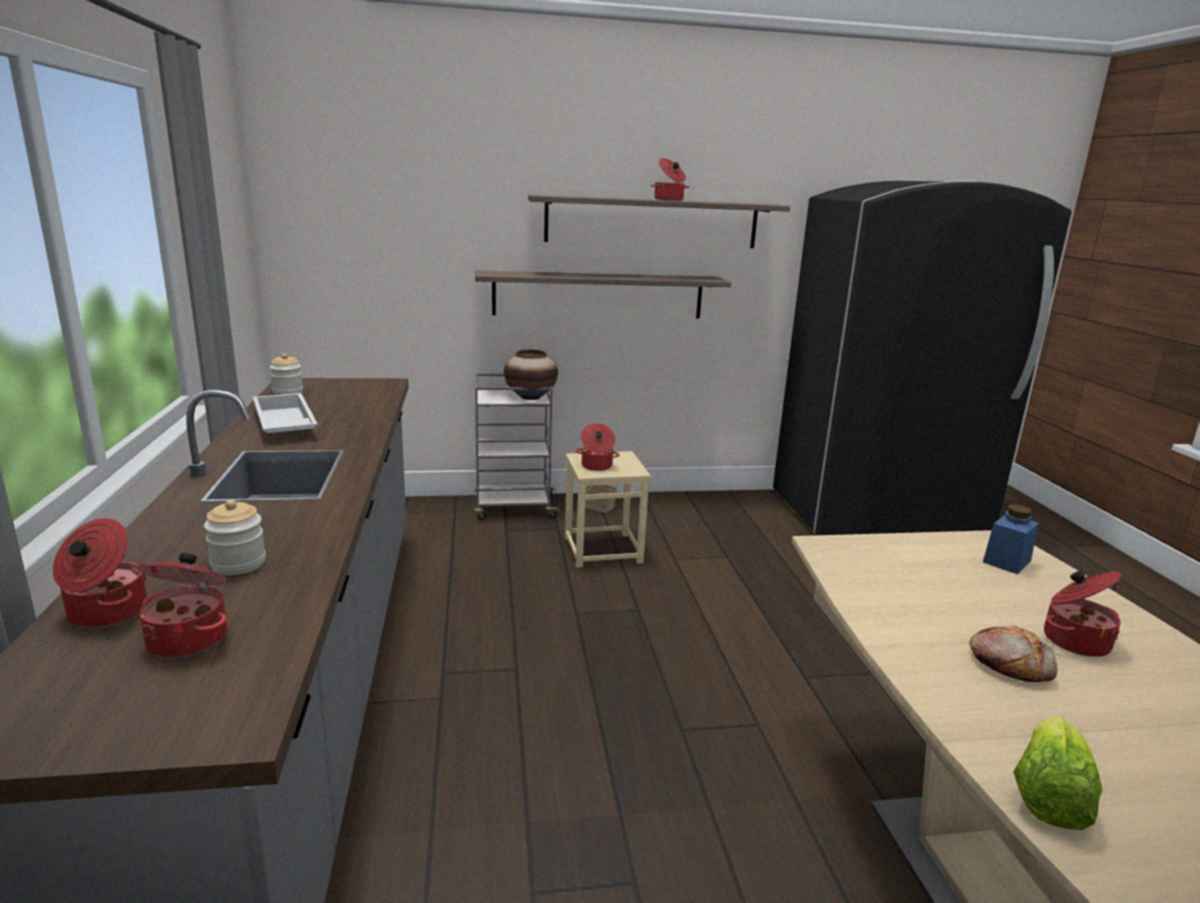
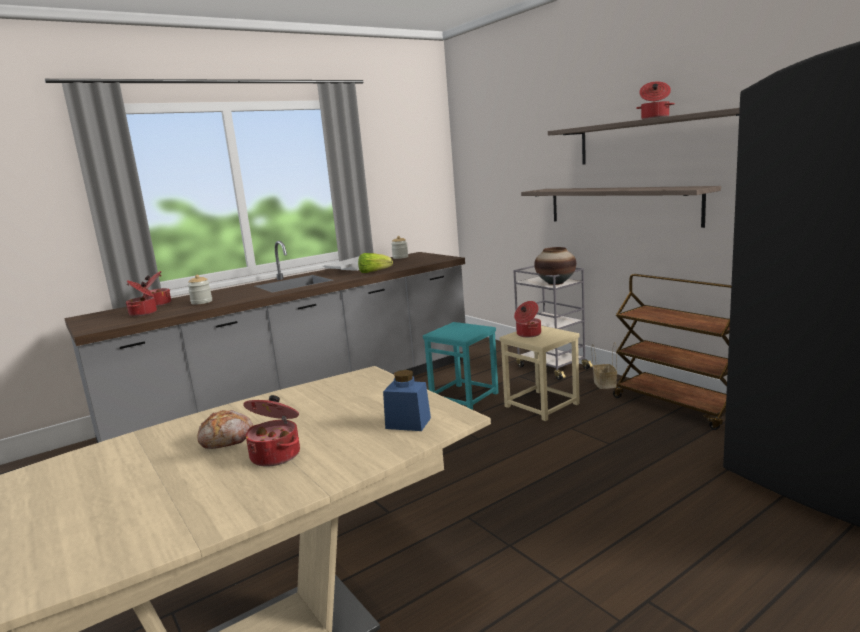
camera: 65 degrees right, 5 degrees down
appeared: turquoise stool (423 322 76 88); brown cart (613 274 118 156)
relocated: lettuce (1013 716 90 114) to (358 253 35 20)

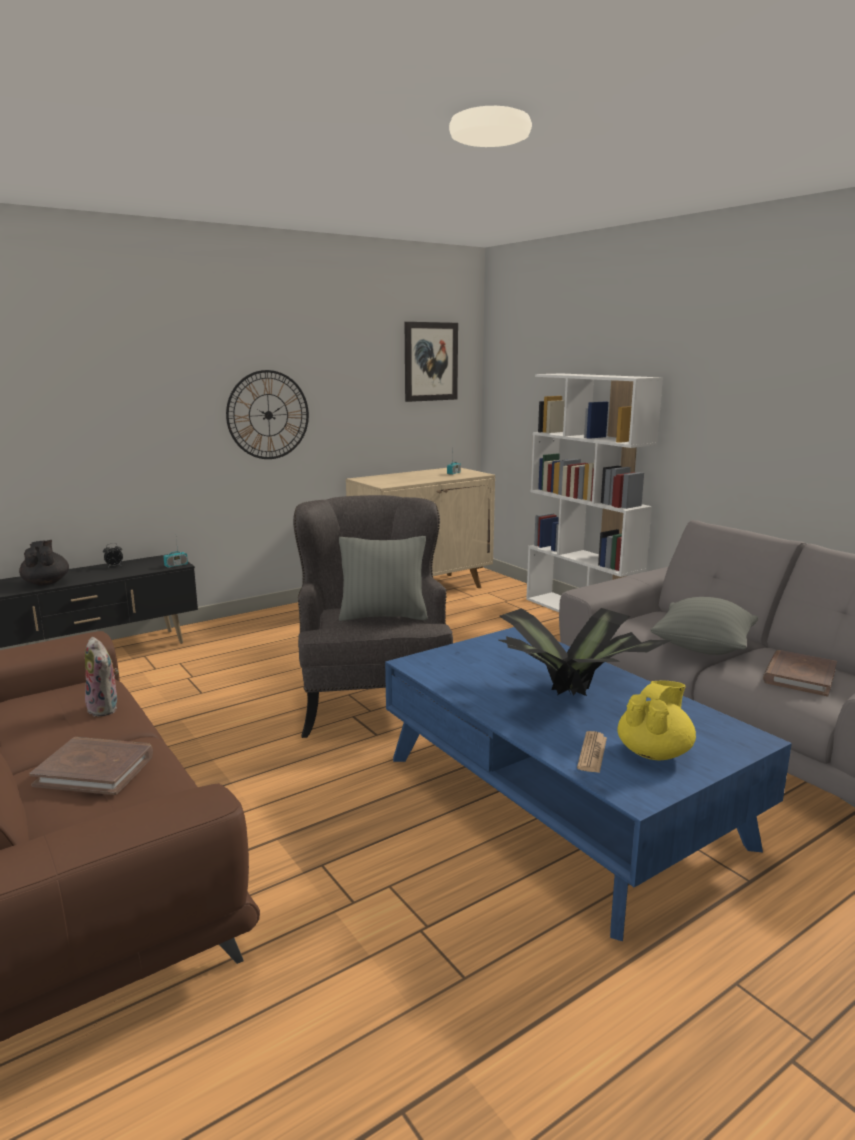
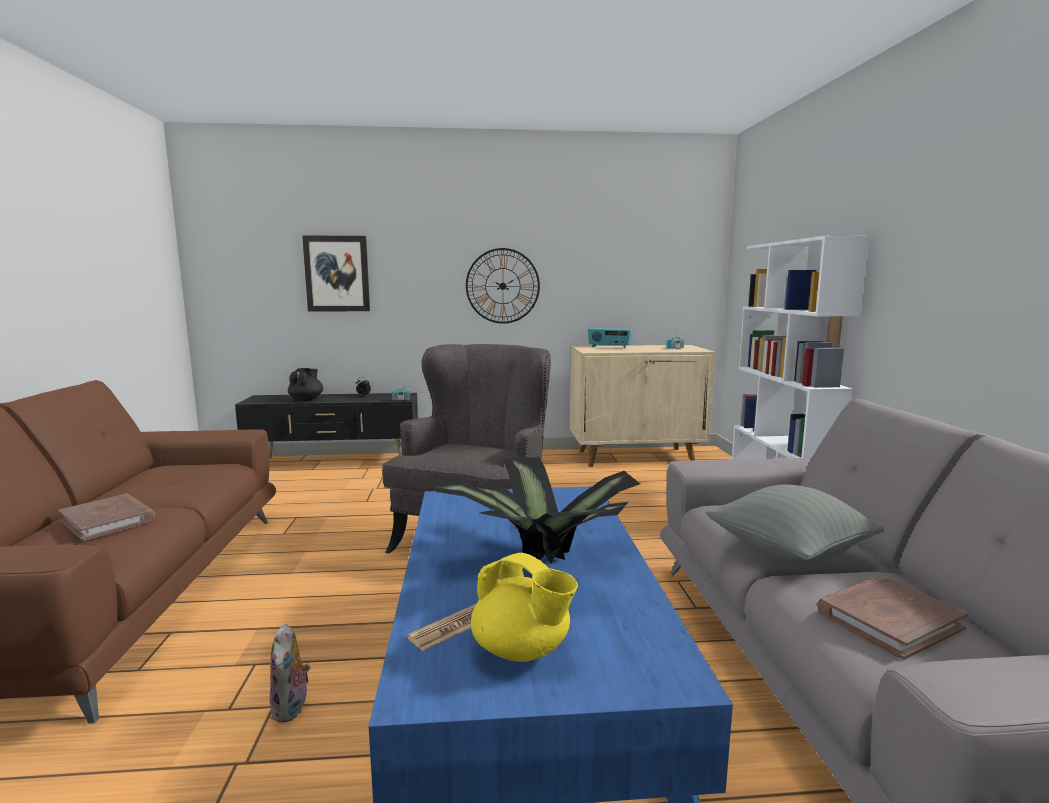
camera: 30 degrees right, 5 degrees down
missing: grey pillow (339 536 89 85)
appeared: radio (588 328 44 20)
relocated: plush toy (85 637 34 80) to (270 623 41 100); picture (405 322 53 80) to (302 235 68 77)
spun: yellow teapot (617 680 79 80) = (471 553 107 109) 60 degrees clockwise

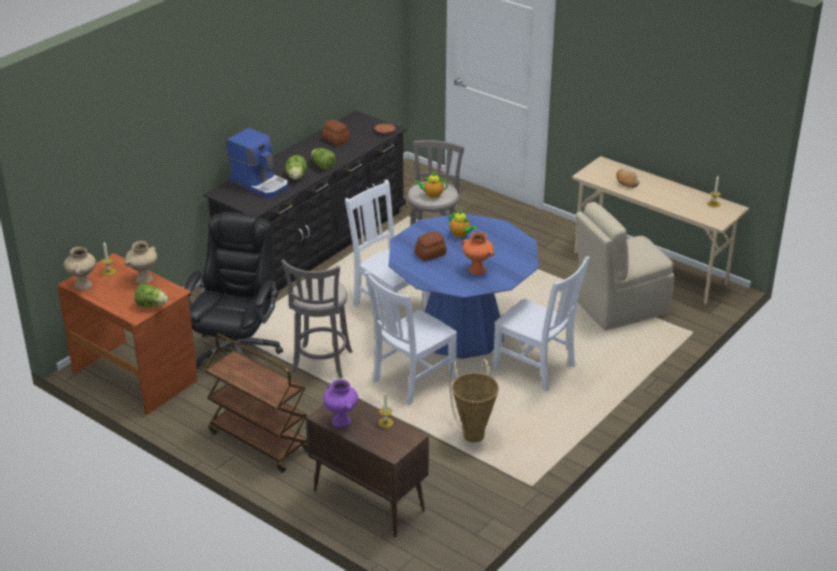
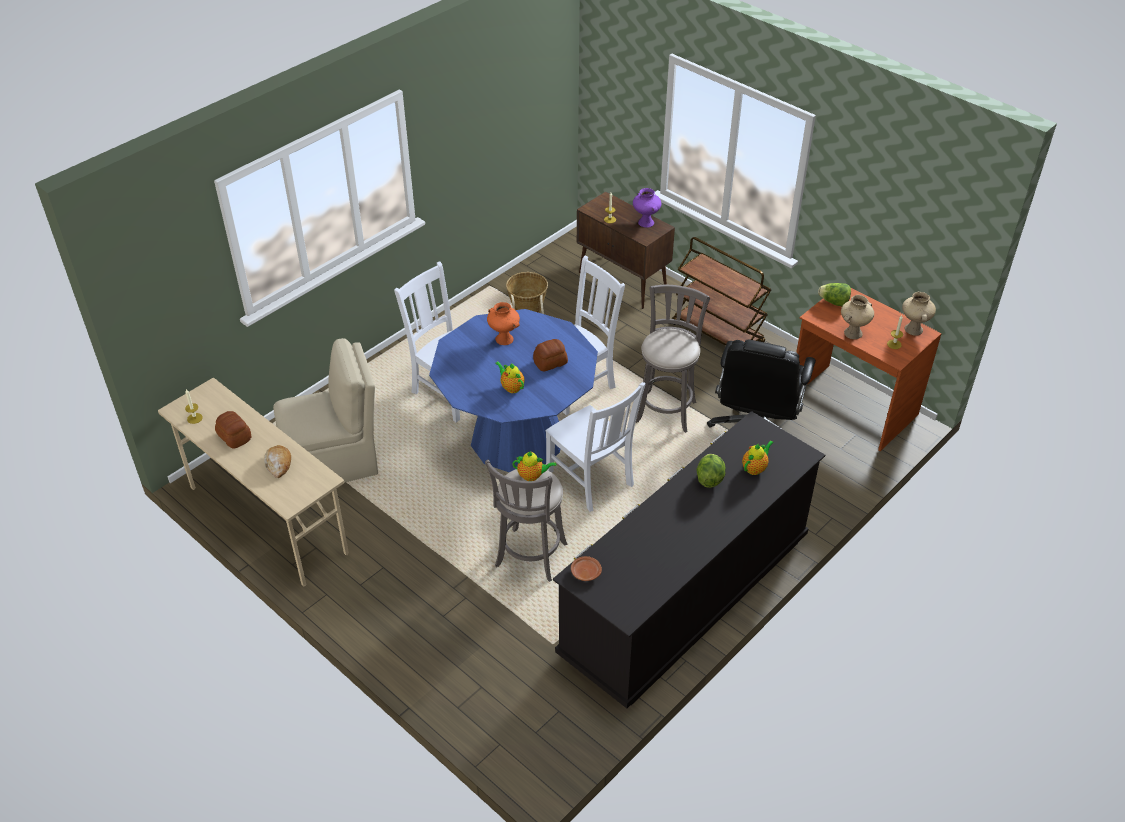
camera: 175 degrees left, 10 degrees up
missing: lettuce (311 148 25 22)
relocated: bread (322 120 28 26) to (215 411 36 38)
exchanged: coffee machine (227 128 61 70) to teapot (742 440 32 35)

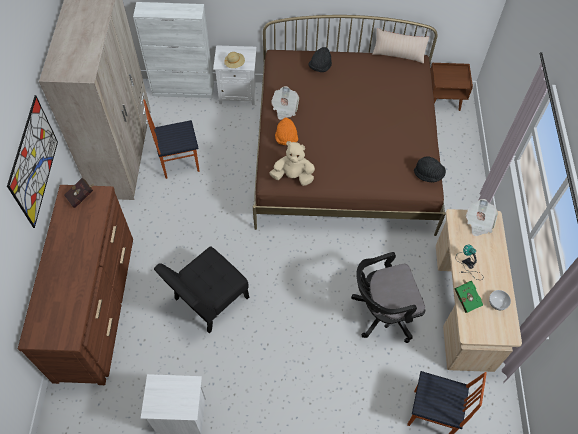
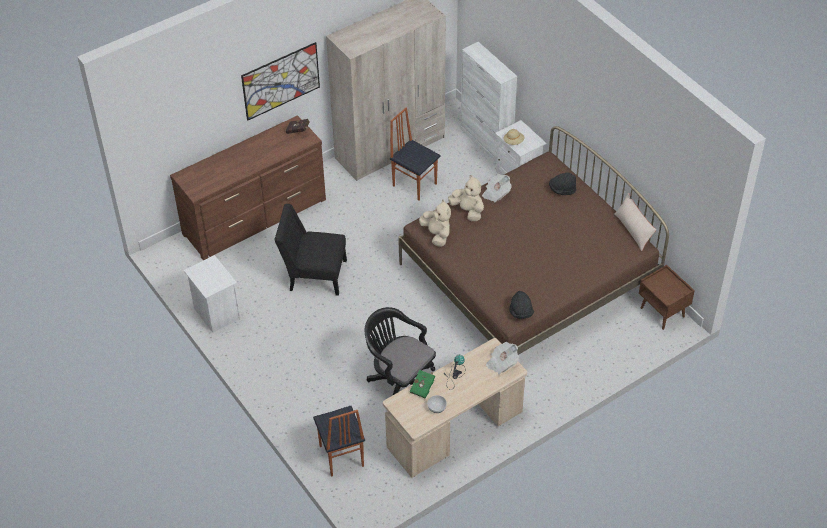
camera: 55 degrees right, 10 degrees down
exchanged: orange hat (275 117 23 28) to beige plush toy (448 175 36 46)

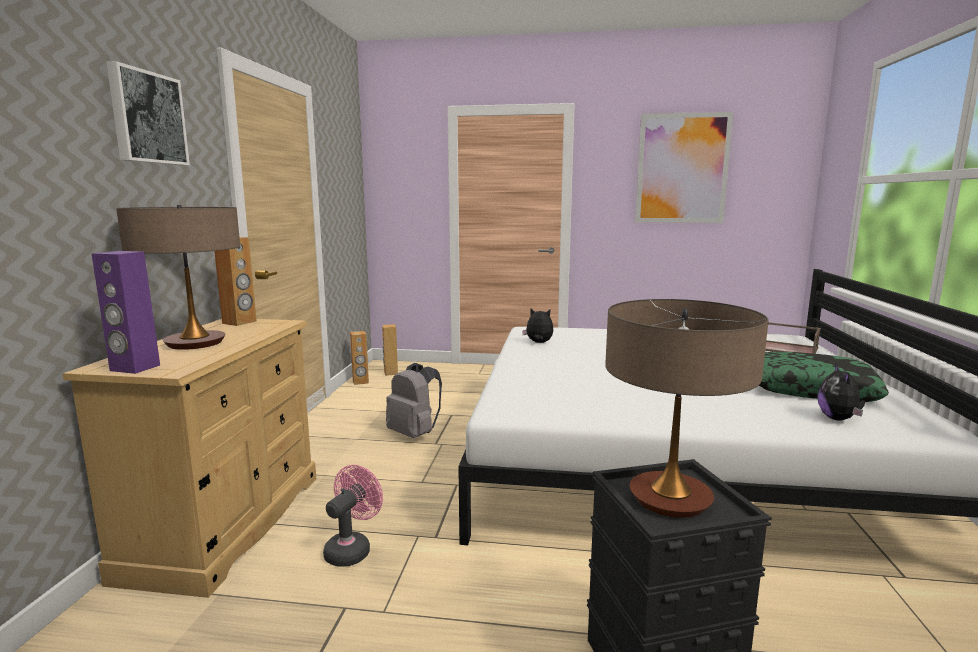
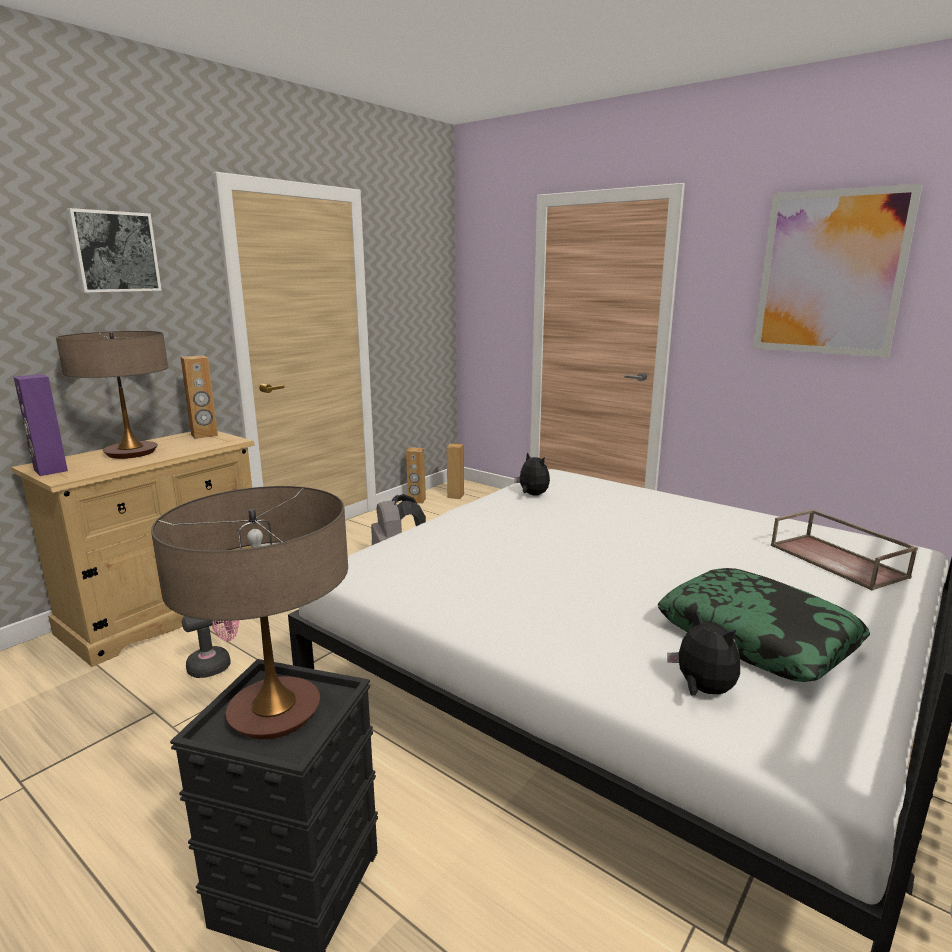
camera: 30 degrees right, 5 degrees up
spun: plush toy (818 363 47 58) = (667 610 73 86) 105 degrees clockwise

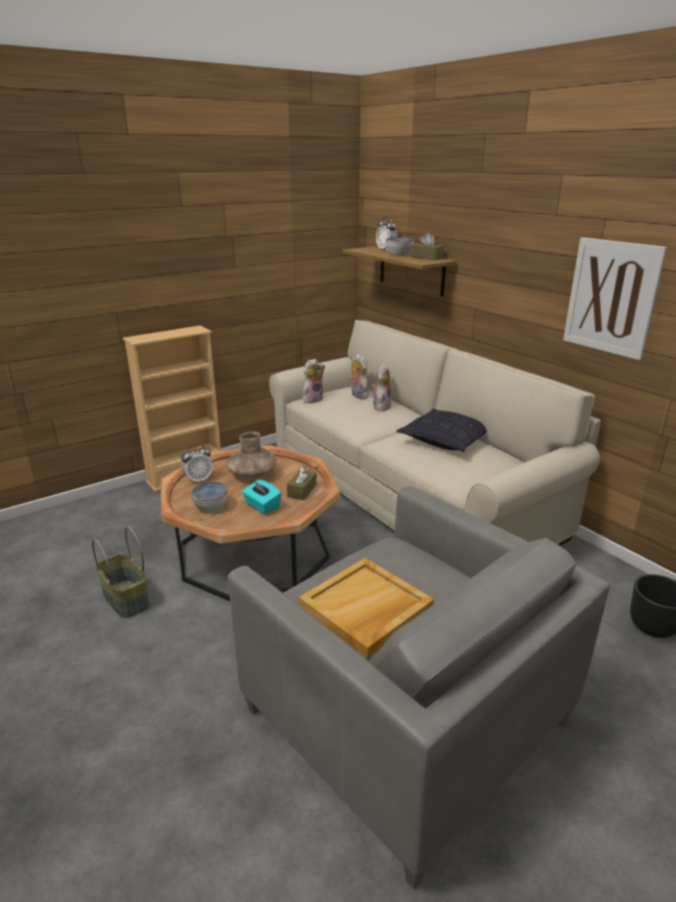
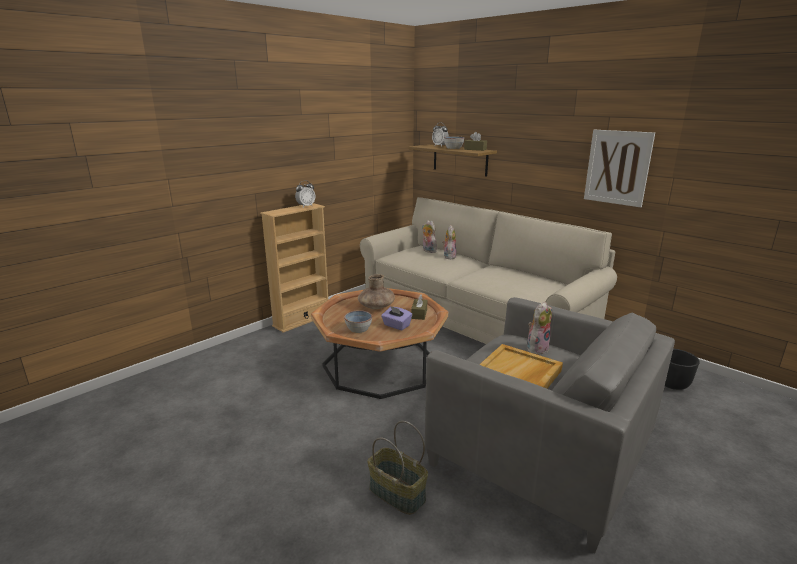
camera: 10 degrees left, 5 degrees down
missing: pillow (396 409 91 43)
relocated: basket (92 527 58 91) to (367 421 61 94); alarm clock (181 444 32 40) to (295 180 20 27); plush toy (303 359 22 44) to (527 301 25 54)
colour: turquoise tissue box (242 480 40 34) to purple tissue box (381 306 31 24)

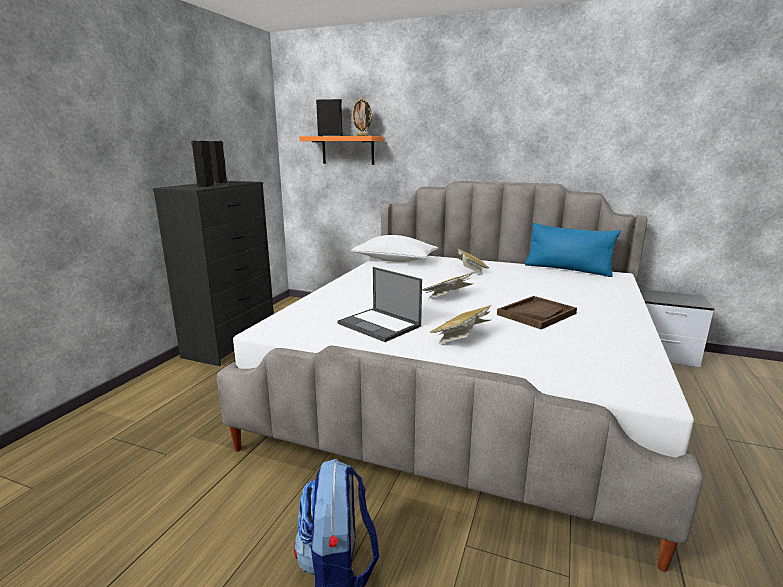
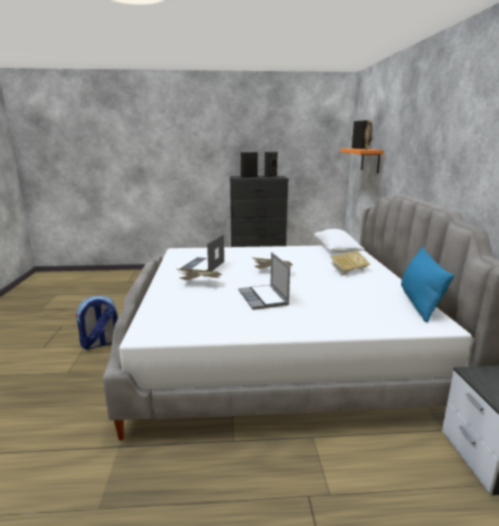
camera: 65 degrees right, 0 degrees up
exchanged: brown tray (497 296 80 33) to laptop (238 252 52 58)

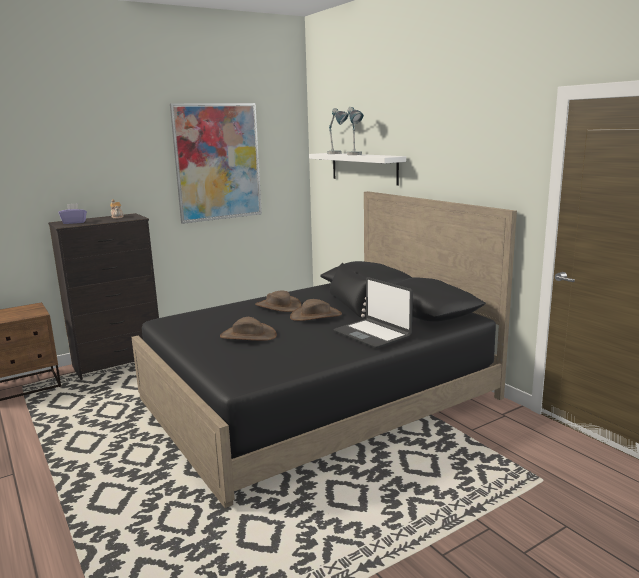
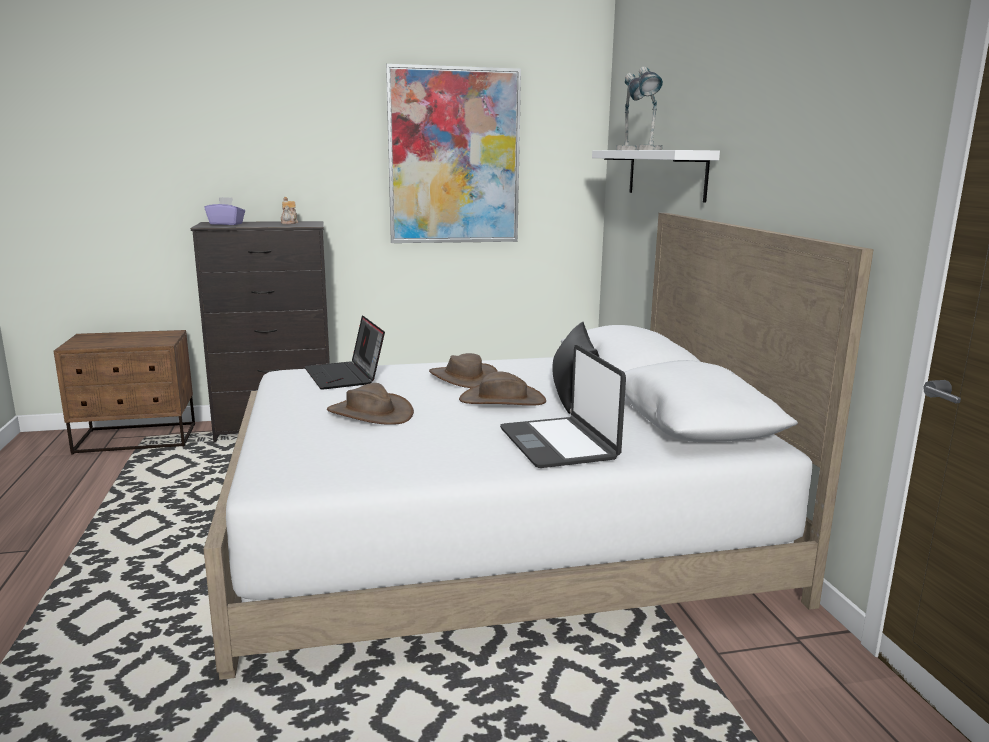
camera: 20 degrees right, 0 degrees up
appeared: laptop (304 315 81 75)
colour: black bed (131 191 386 317) to white bed (204 213 670 467)

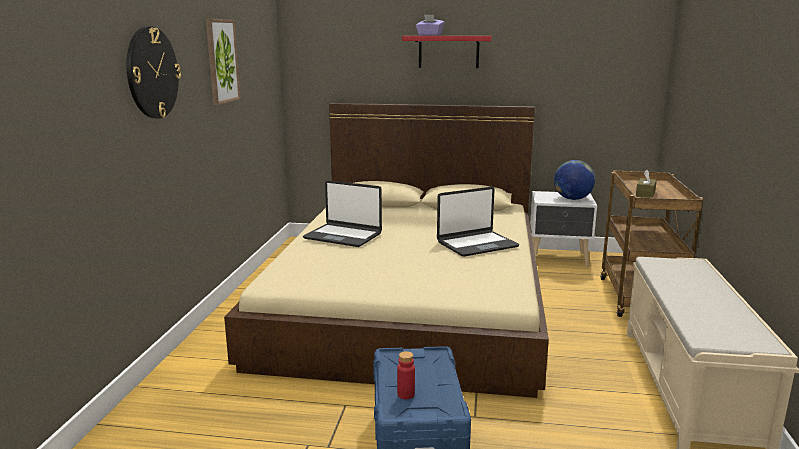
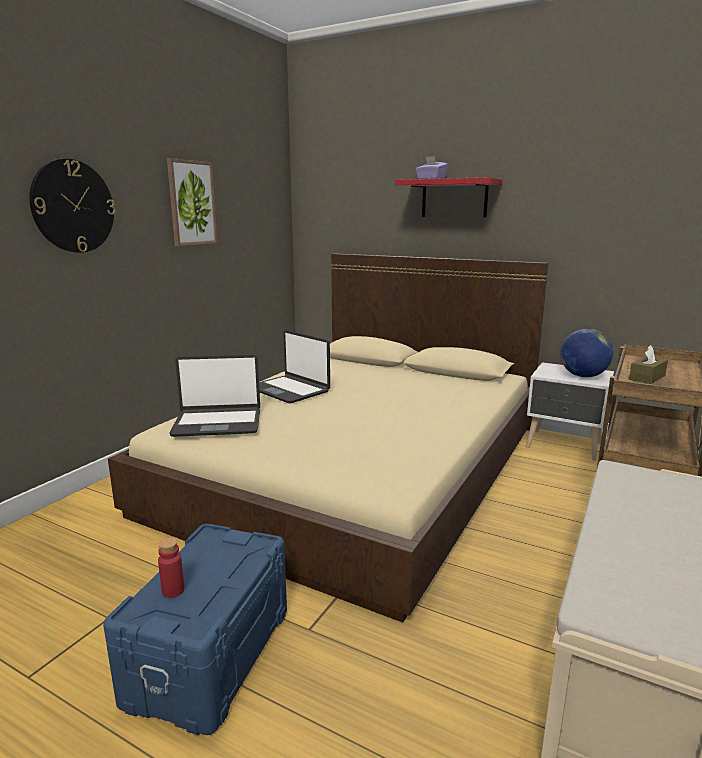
camera: 20 degrees right, 0 degrees up
relocated: laptop (437 187 82 70) to (169 354 91 83)

